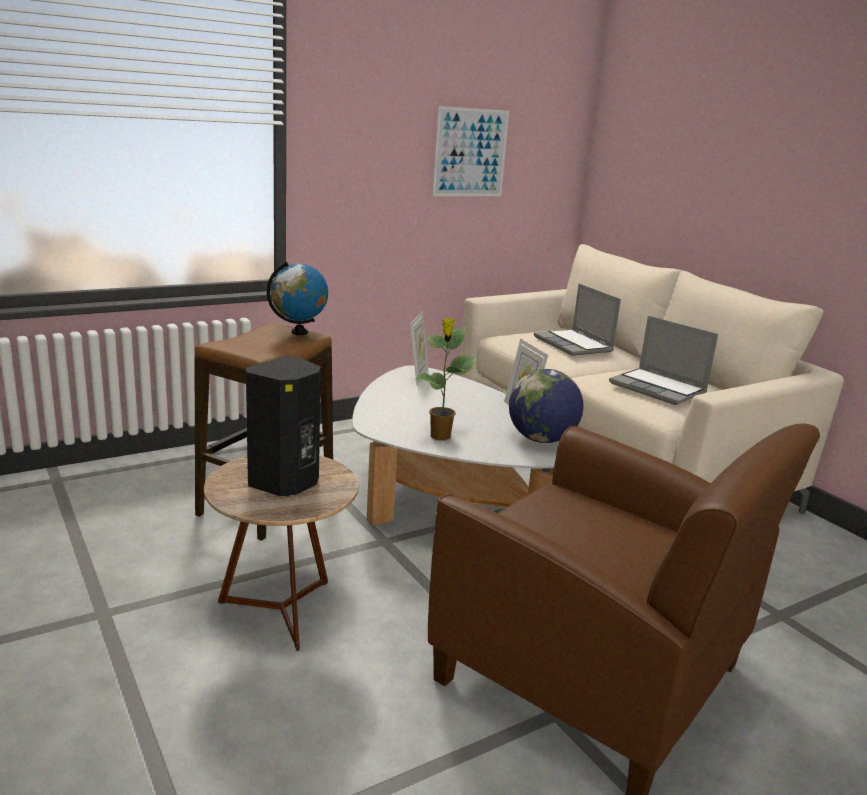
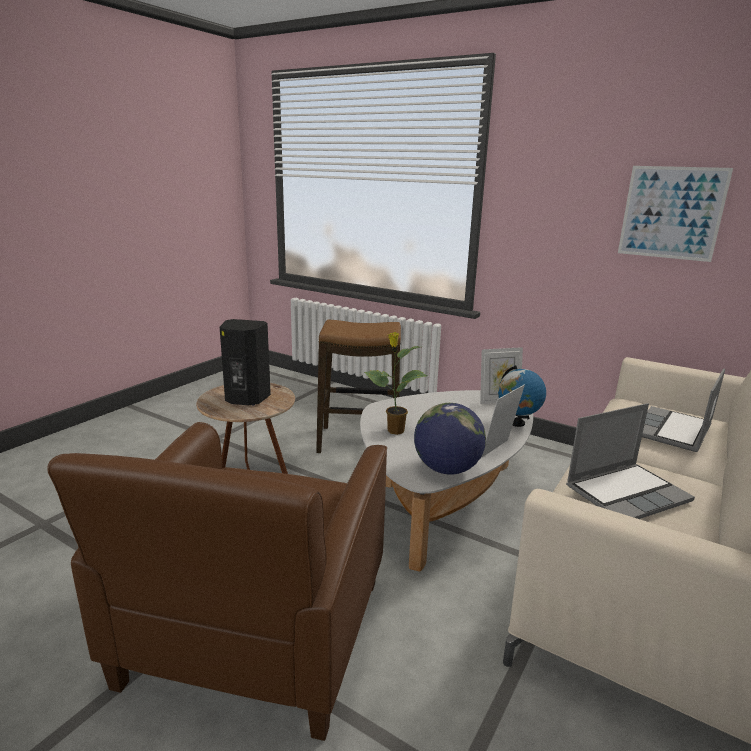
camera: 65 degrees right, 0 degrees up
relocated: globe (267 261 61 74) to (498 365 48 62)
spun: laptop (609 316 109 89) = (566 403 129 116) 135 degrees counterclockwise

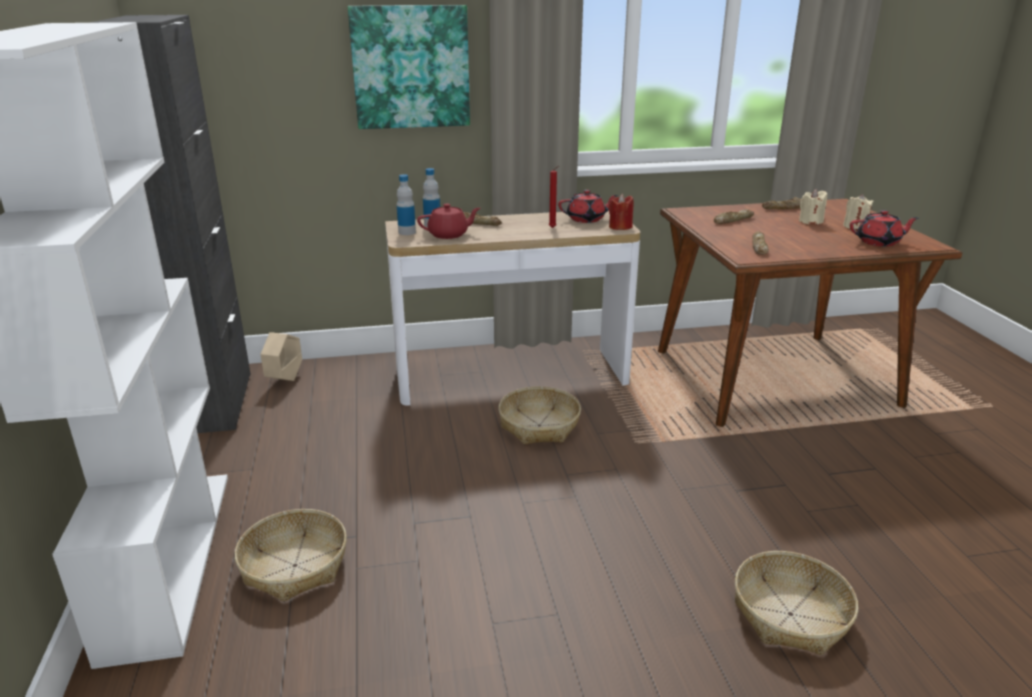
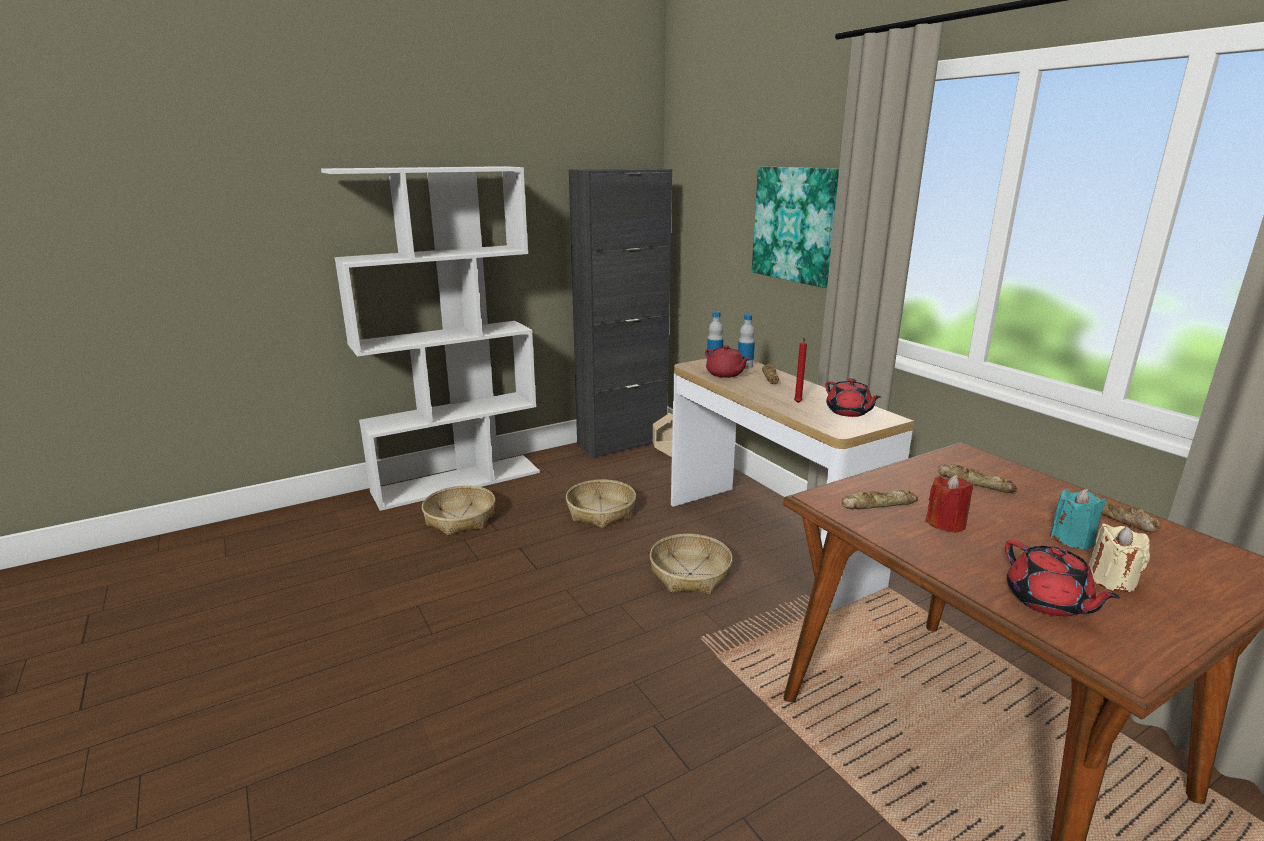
camera: 70 degrees right, 5 degrees down
relocated: red candle (609 194 25 36) to (925 475 48 58); basket (735 551 123 104) to (566 479 70 49)
colour: beige candle (799 189 28 35) to turquoise candle (1050 489 56 60)

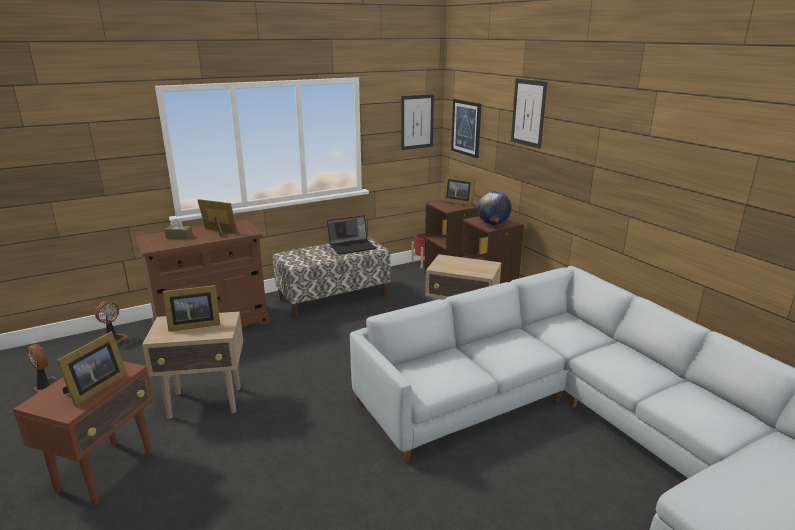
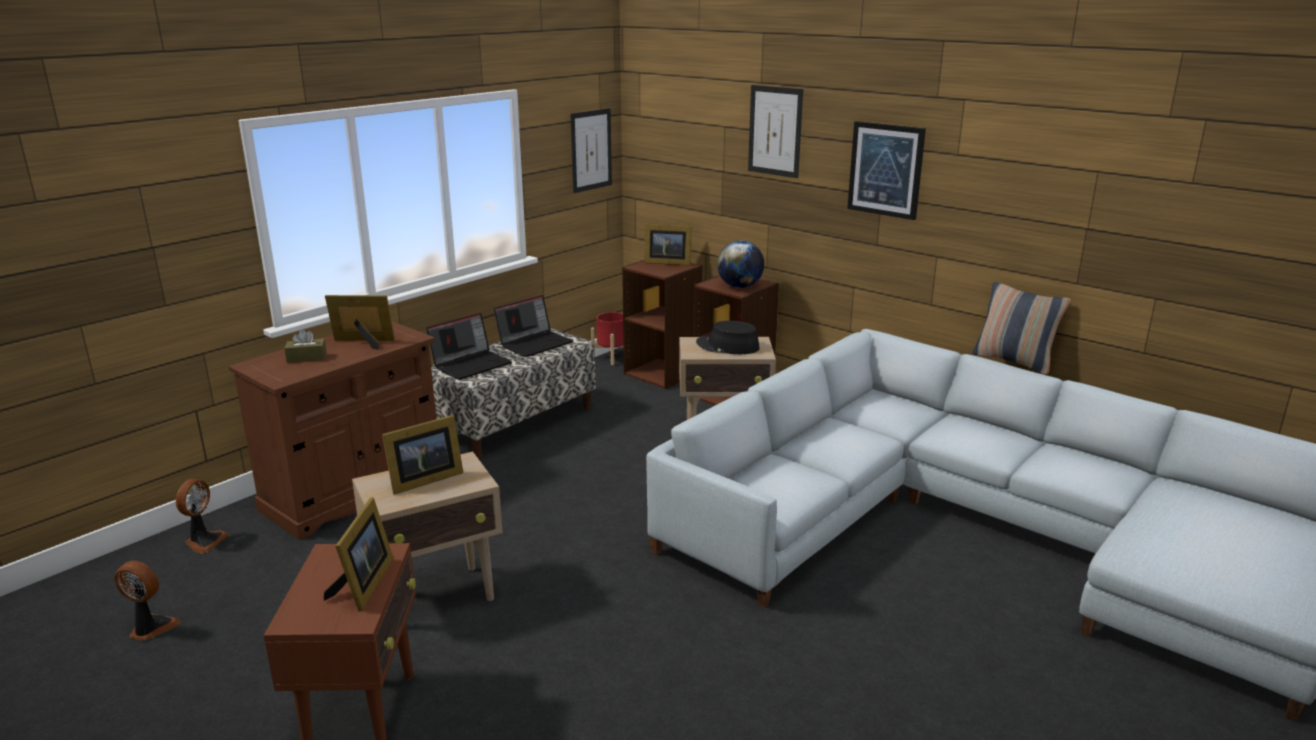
camera: 20 degrees left, 0 degrees up
appeared: laptop (426 313 86 67); black hat (696 321 63 33); pillow (972 282 99 93)
relocated: picture (451 99 30 59) to (847 121 79 99)

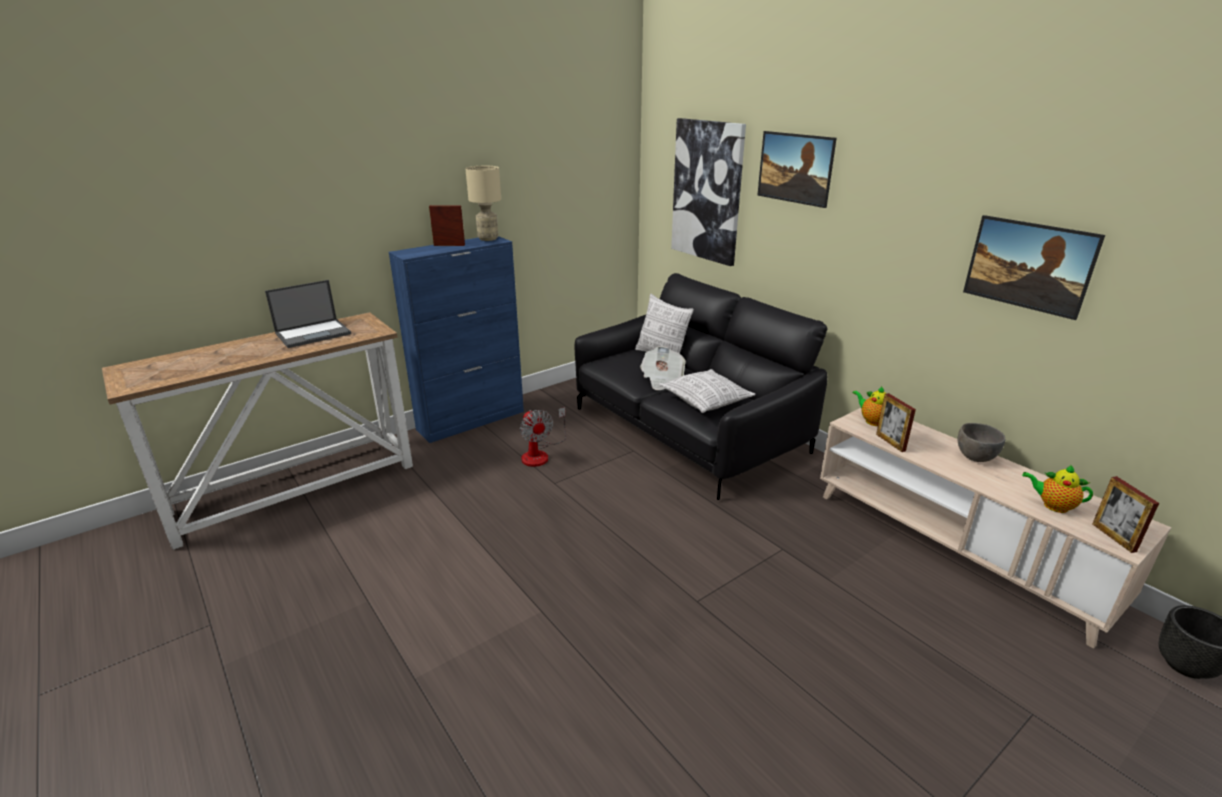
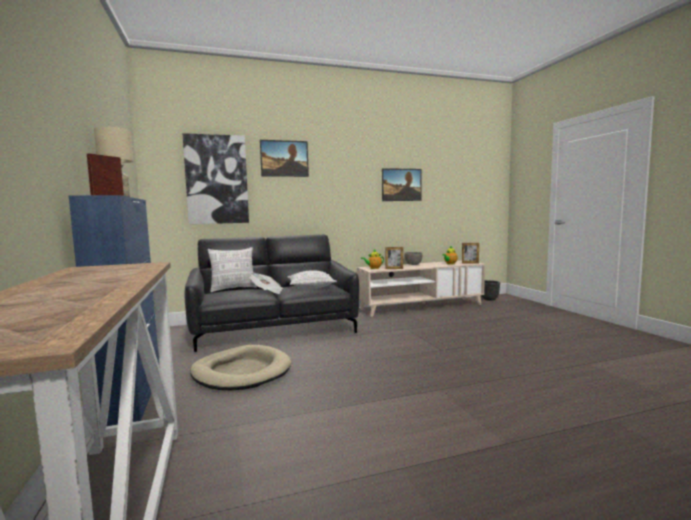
camera: 70 degrees left, 20 degrees down
missing: laptop (265 280 86 68)
exchanged: fan (520 407 46 60) to beige dog bed (190 345 101 45)

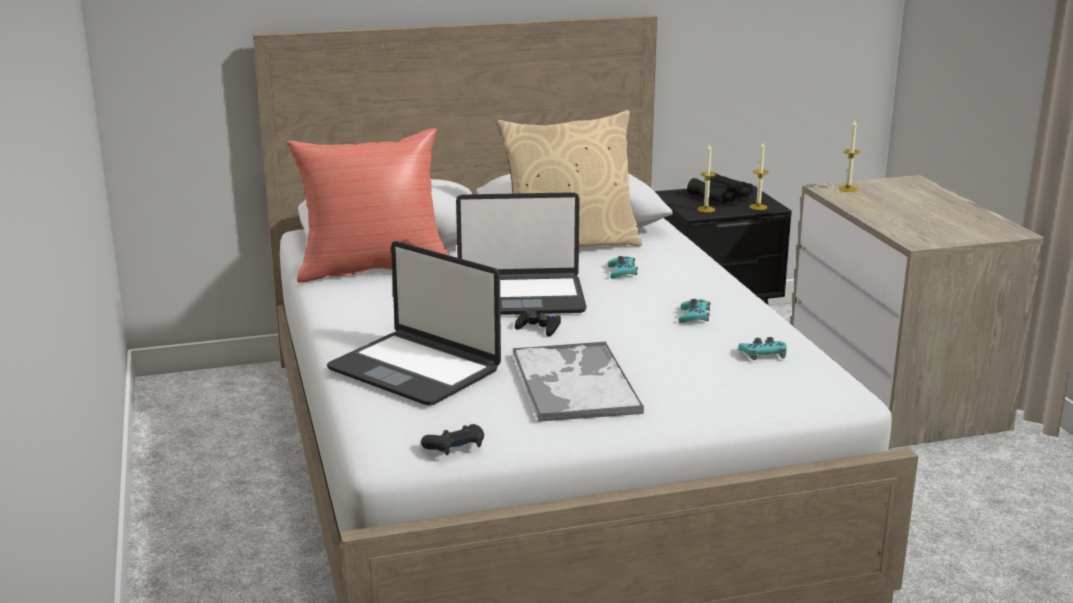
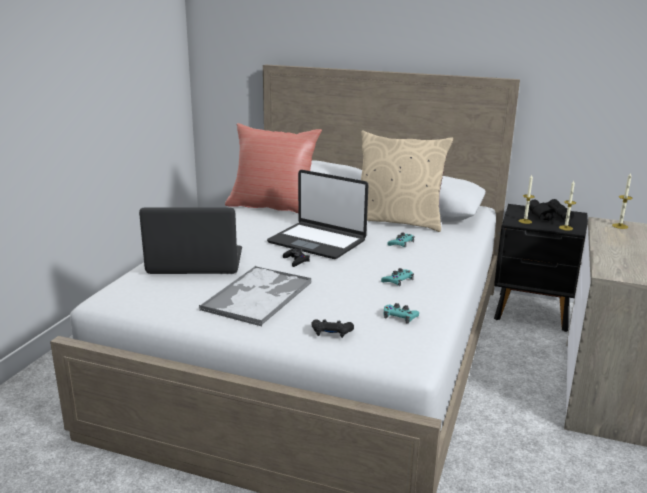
camera: 35 degrees right, 0 degrees up
relocated: black game controller (421 424 63 31) to (311 319 43 19)
spun: laptop (327 241 174 164) = (139 207 103 67) 105 degrees clockwise

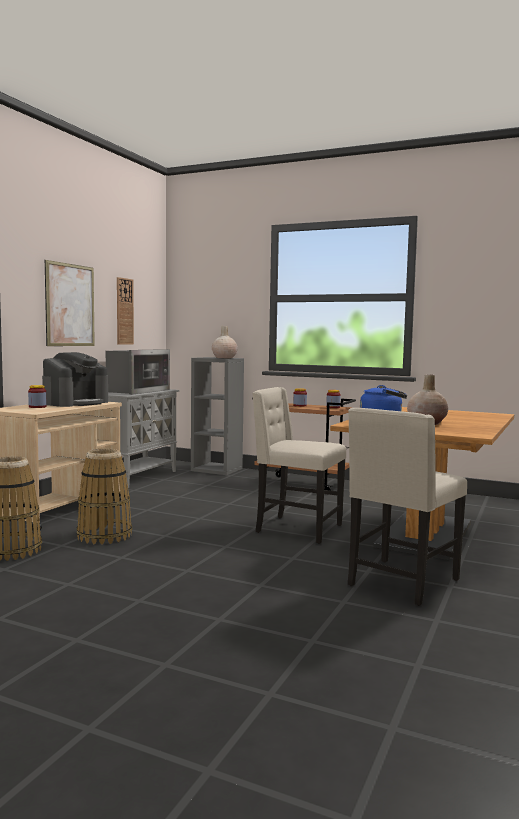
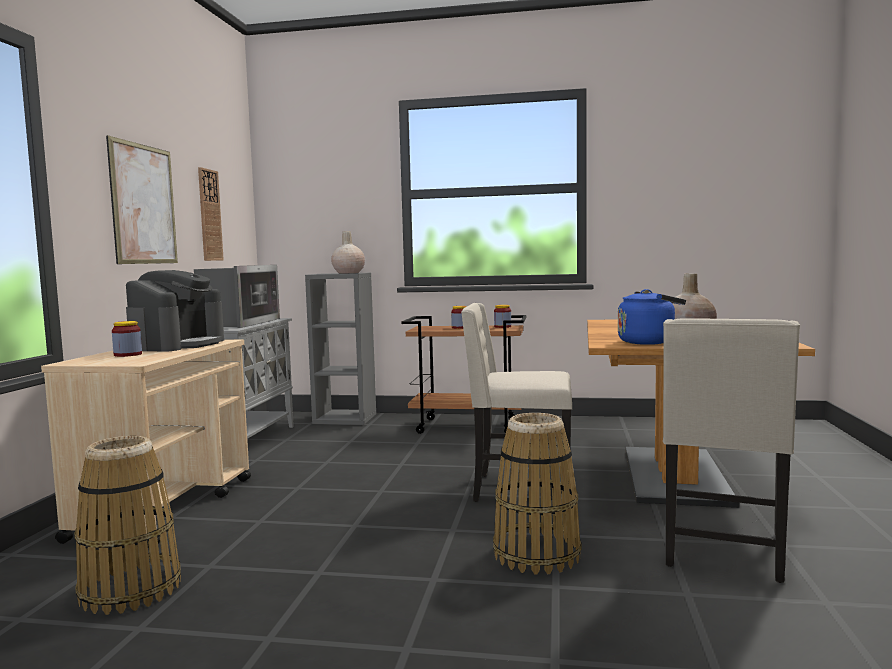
camera: 15 degrees left, 0 degrees up
relocated: basket (77 449 55 96) to (493 413 89 162)

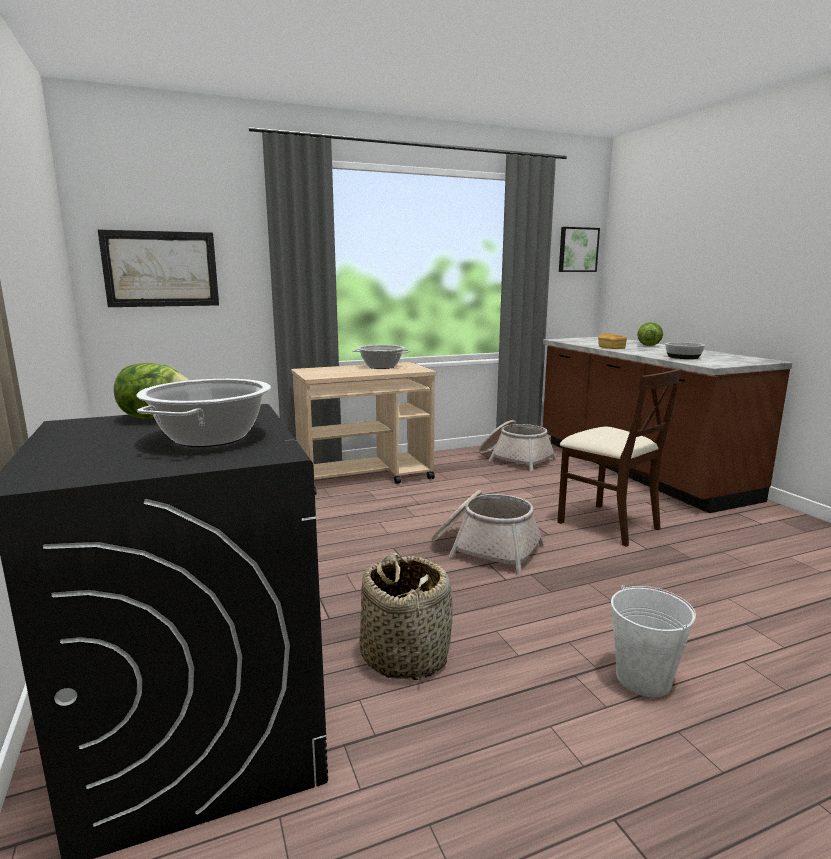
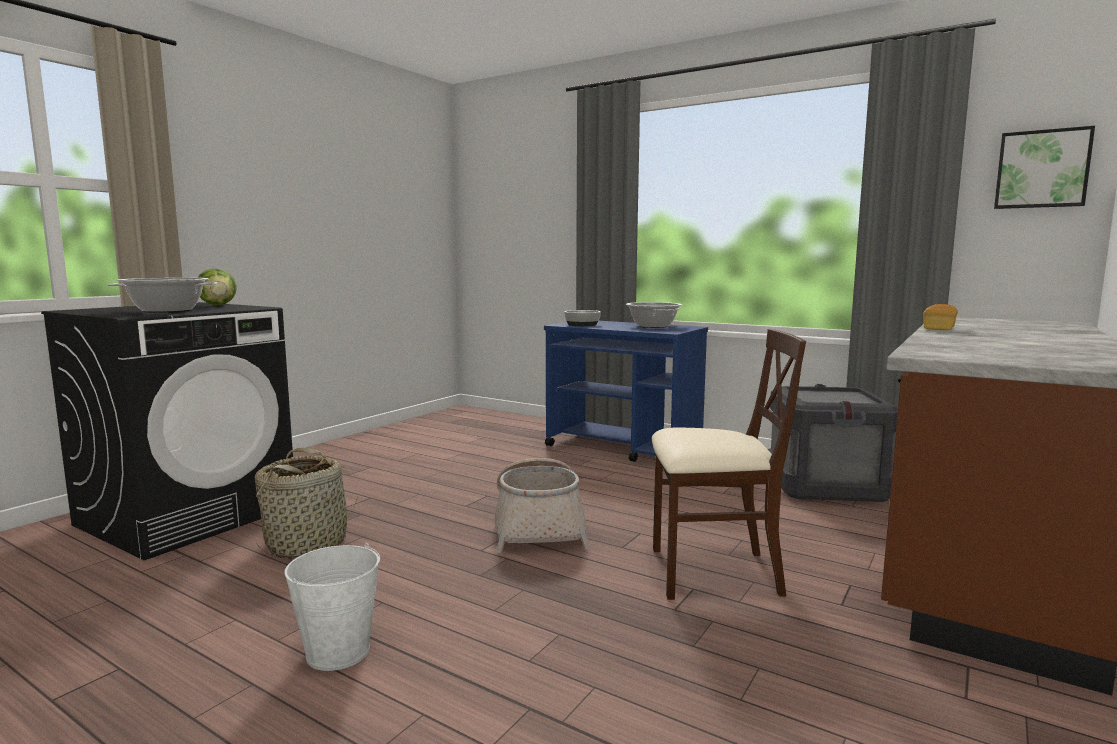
camera: 55 degrees right, 5 degrees down
missing: picture (98 230 121 77); lettuce (637 322 26 24)
relocated: bowl (665 342 40 17) to (564 310 37 16)
exchanged: basket (479 420 78 51) to crate (768 384 130 118)
colour: beige cart (291 362 145 133) to blue cart (544 321 164 141)
spun: beige chair (557 369 125 178) = (652 329 154 271) 105 degrees counterclockwise

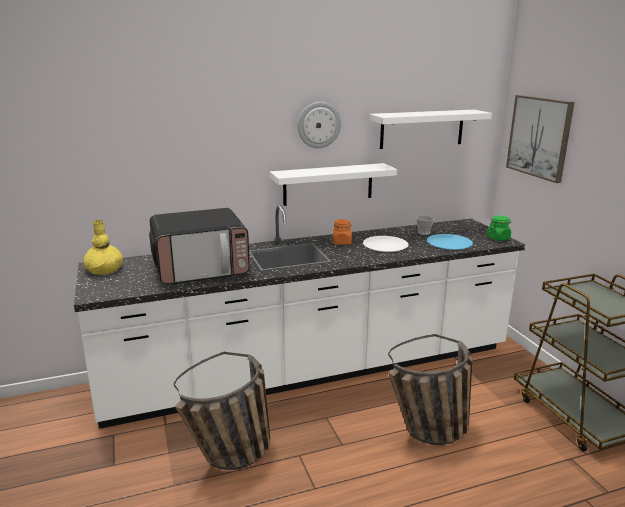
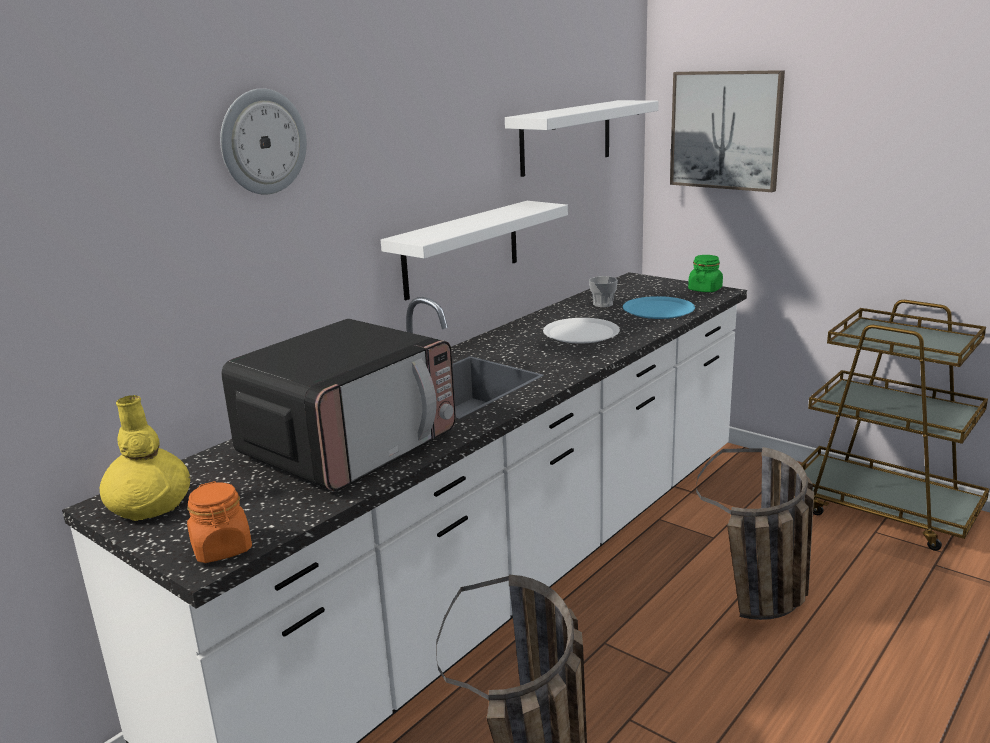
camera: 30 degrees left, 0 degrees up
relocated: wall clock (298 102 43 46) to (220 88 87 107); orange jar (333 219 19 26) to (187 481 65 82)

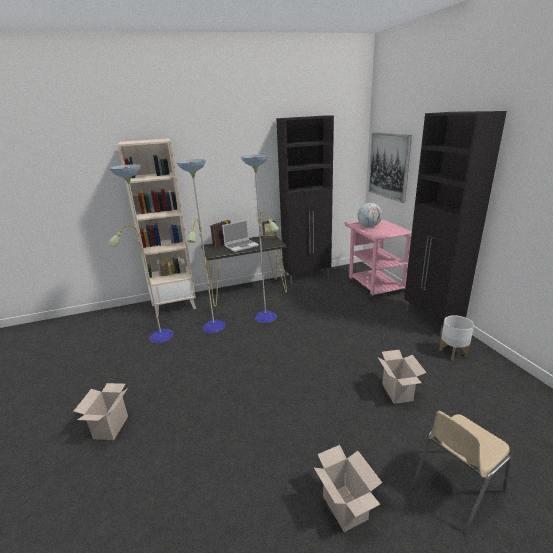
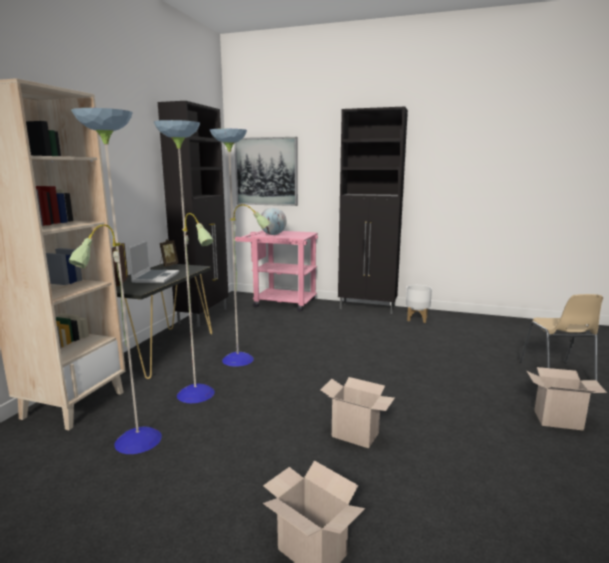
camera: 55 degrees left, 10 degrees down
relocated: cardboard box (378 350 49 54) to (320 377 75 71)

